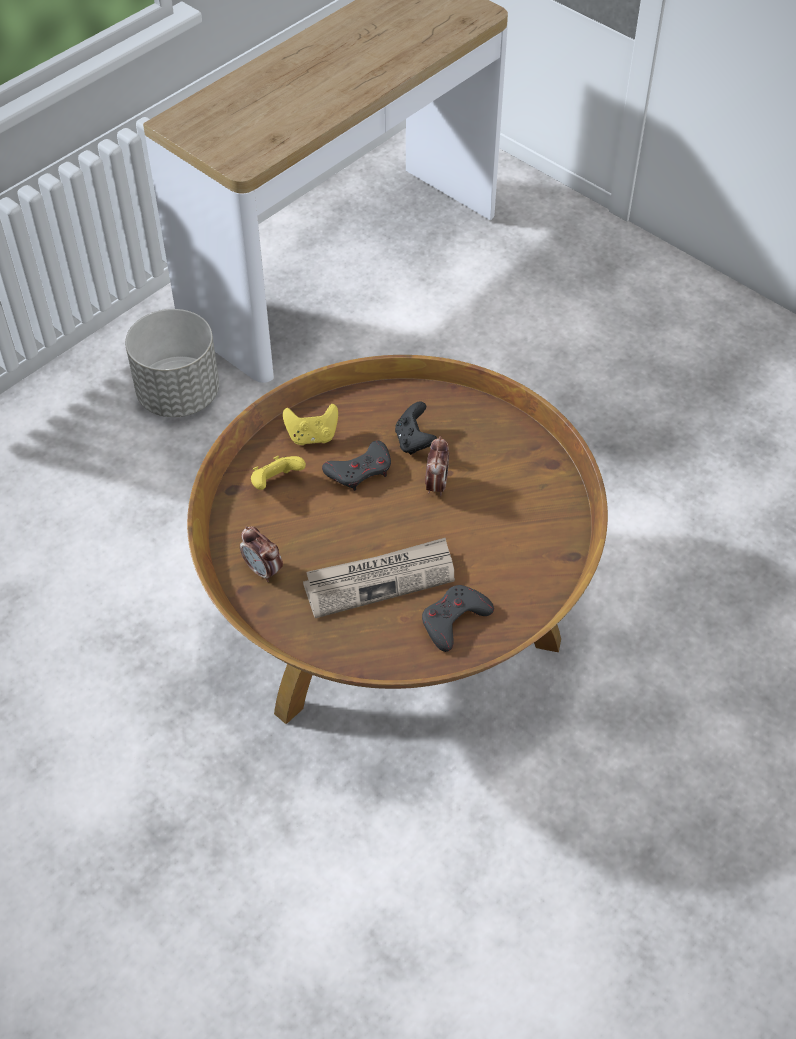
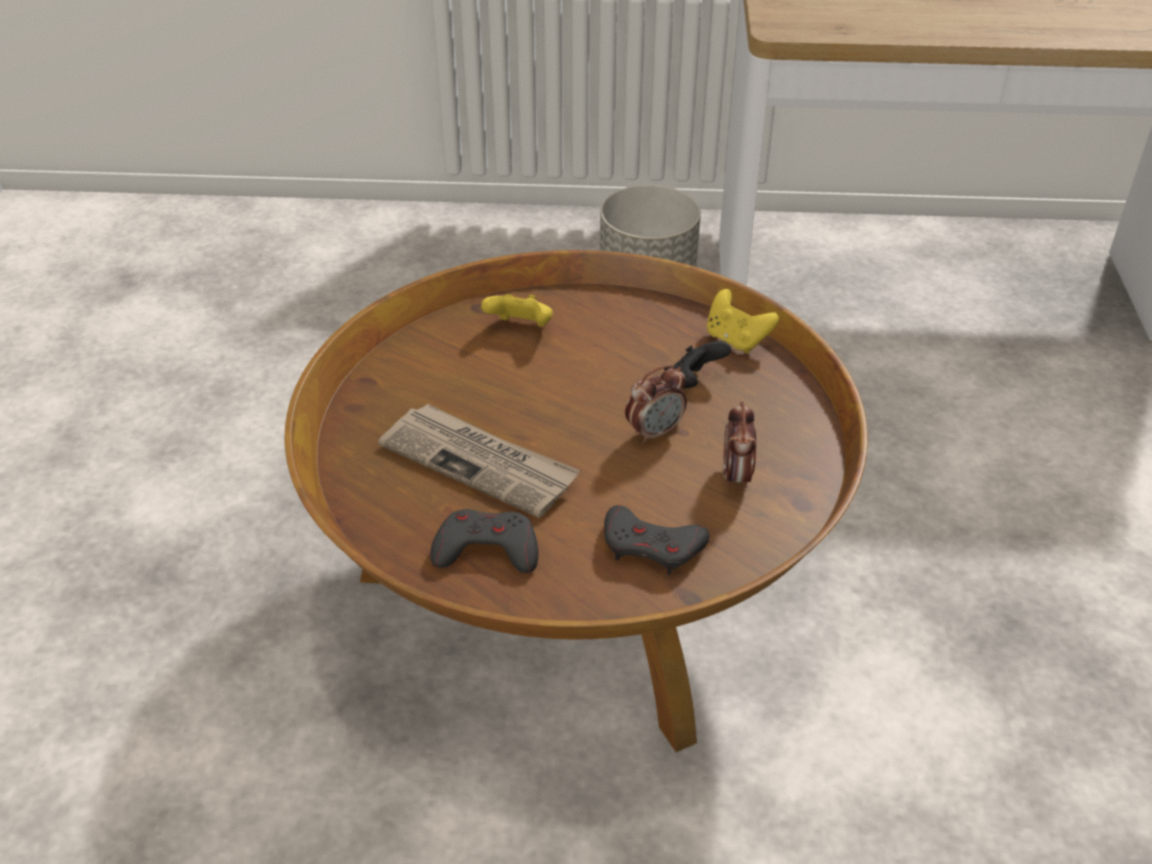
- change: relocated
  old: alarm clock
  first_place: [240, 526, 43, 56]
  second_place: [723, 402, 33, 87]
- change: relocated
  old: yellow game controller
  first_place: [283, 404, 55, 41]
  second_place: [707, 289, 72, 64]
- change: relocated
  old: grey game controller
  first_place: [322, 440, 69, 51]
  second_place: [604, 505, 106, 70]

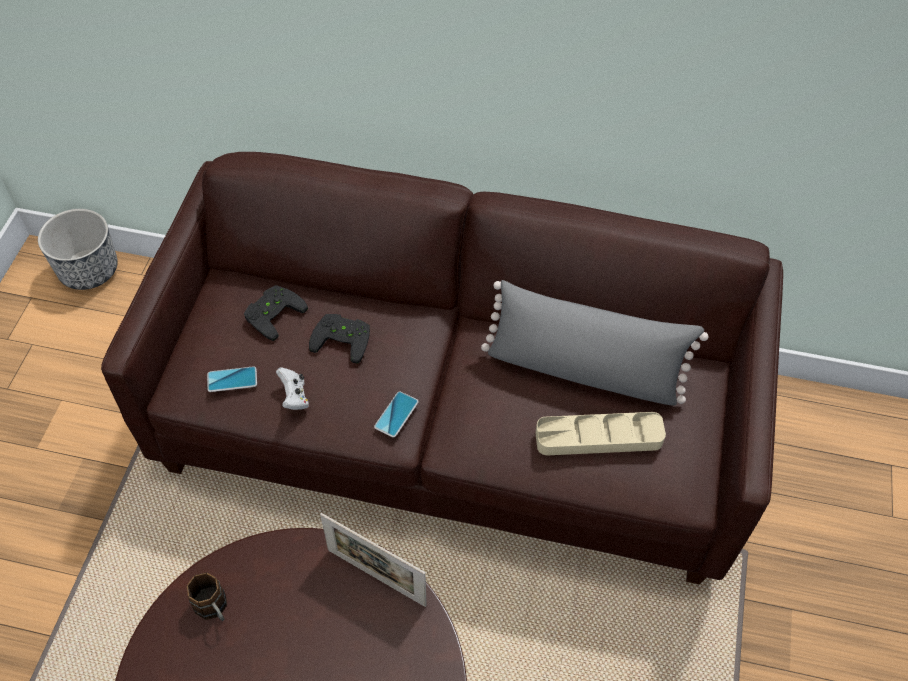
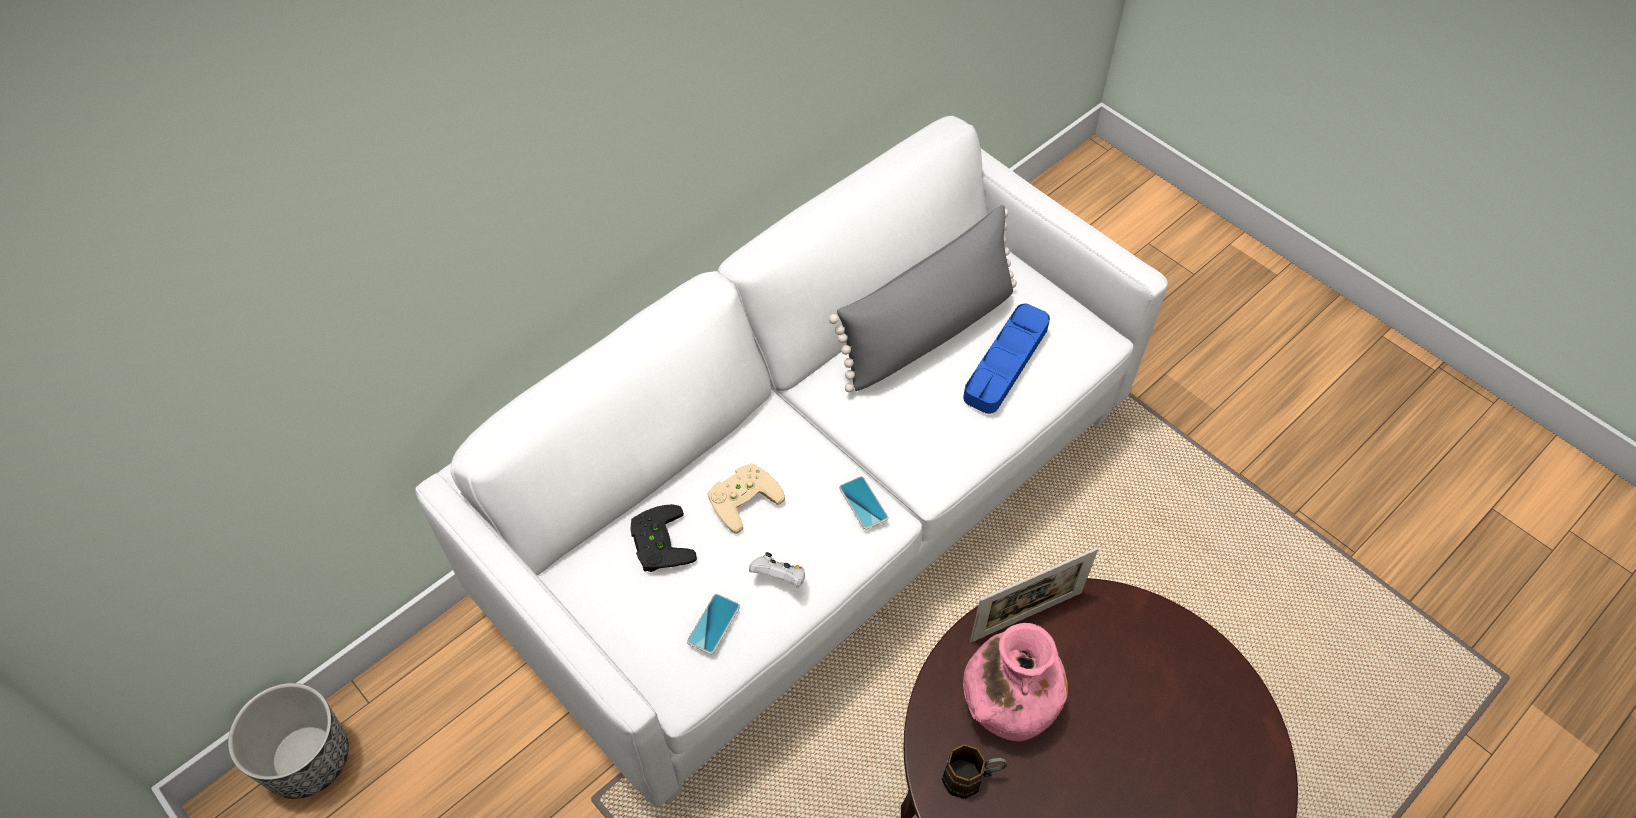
- change: colour
  old: brown sofa
  new: white sofa
  first_place: [101, 152, 682, 432]
  second_place: [415, 116, 753, 691]
- change: colour
  old: black game controller
  new: beige game controller
  first_place: [309, 314, 61, 50]
  second_place: [708, 463, 77, 71]
- change: colour
  old: beige tray
  new: blue tray
  first_place: [536, 412, 130, 43]
  second_place: [963, 304, 87, 110]
- change: appeared
  new: pink vase
  second_place: [963, 623, 105, 118]

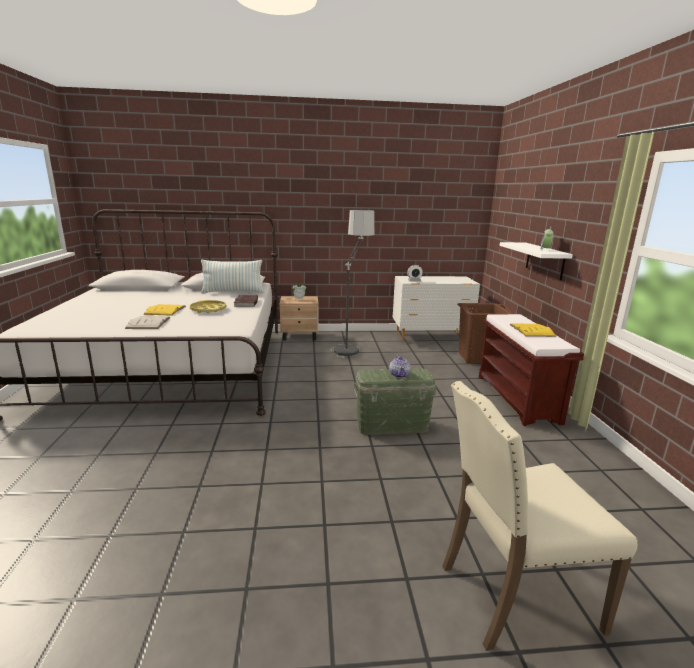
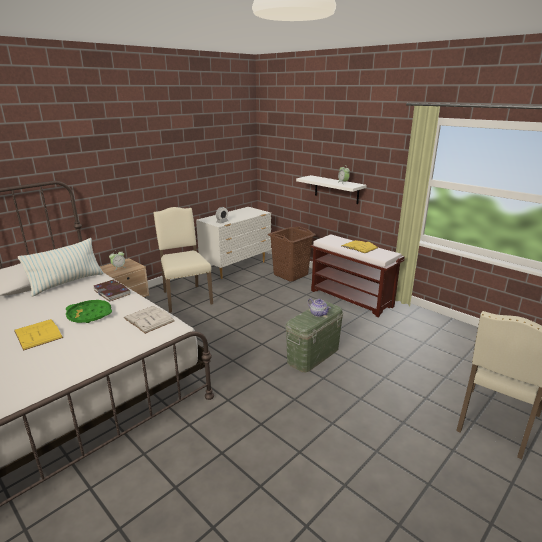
- change: relocated
  old: white book
  first_place: [125, 316, 46, 13]
  second_place: [124, 306, 51, 28]
- change: colour
  old: yellow tray
  new: green tray
  first_place: [190, 300, 37, 13]
  second_place: [66, 300, 46, 23]
- change: exchanged
  old: floor lamp
  new: beige chair
  first_place: [331, 210, 44, 148]
  second_place: [153, 207, 60, 106]

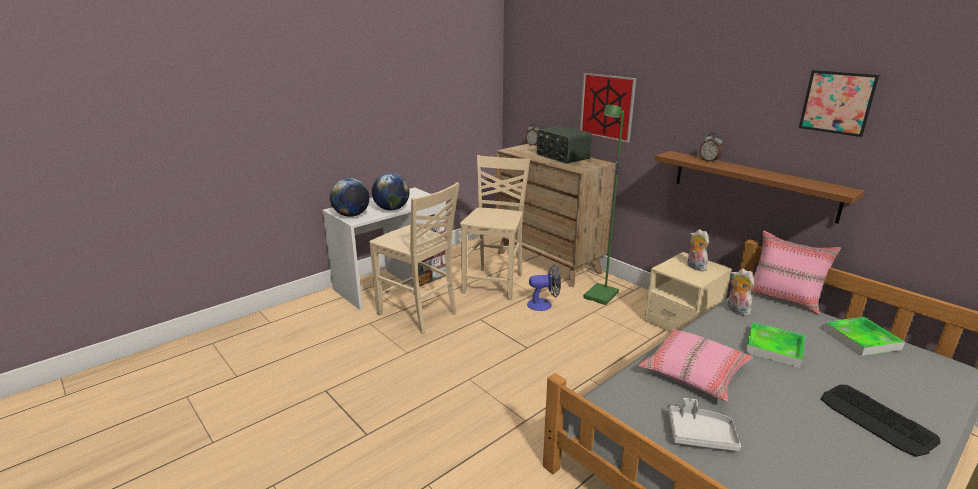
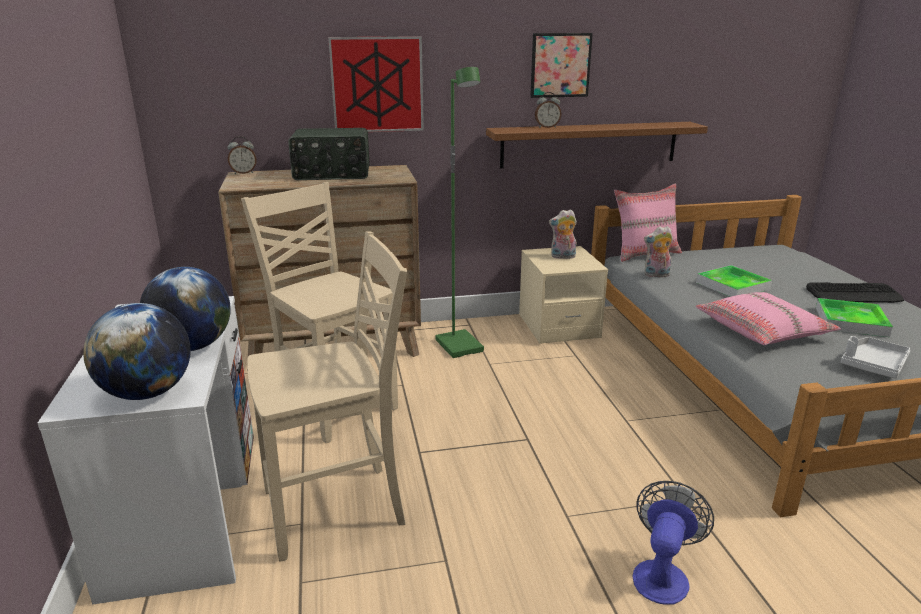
- change: relocated
  old: fan
  first_place: [527, 264, 34, 47]
  second_place: [633, 481, 81, 124]
- change: relocated
  old: picture
  first_place: [799, 70, 80, 67]
  second_place: [530, 33, 63, 65]
- change: relocated
  old: tray
  first_place: [823, 317, 82, 39]
  second_place: [816, 298, 77, 39]

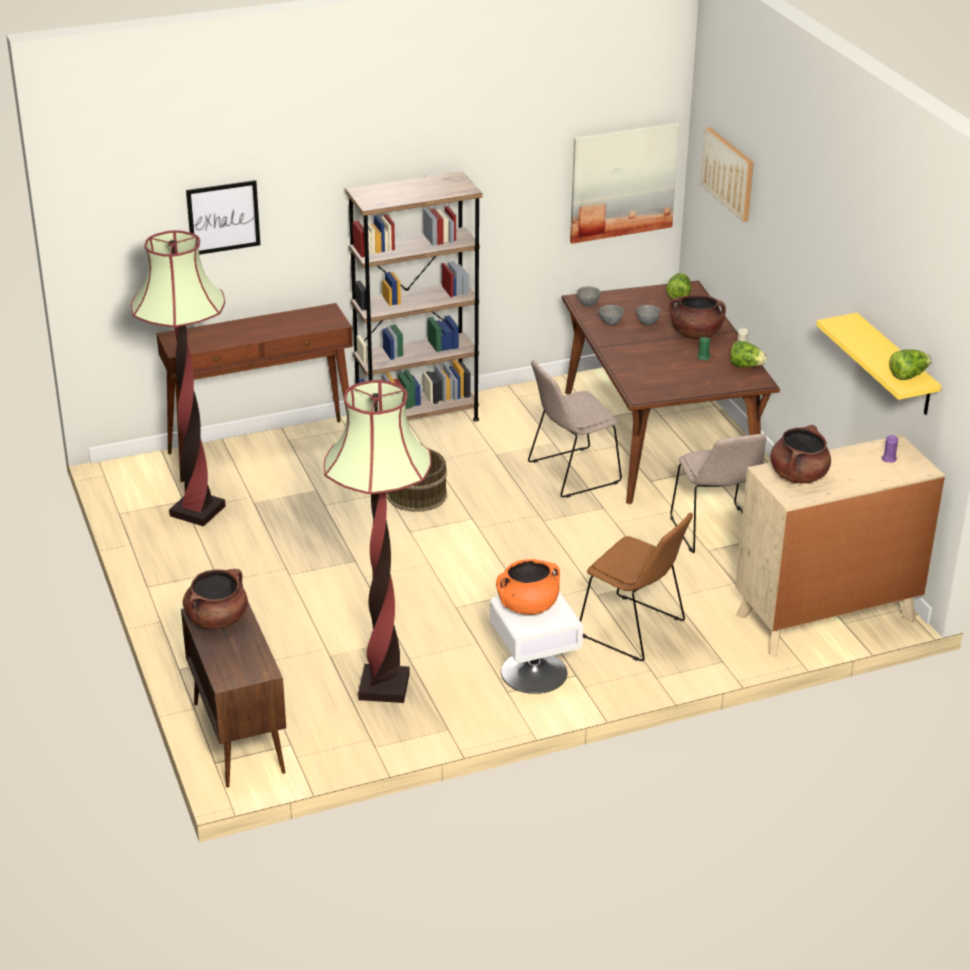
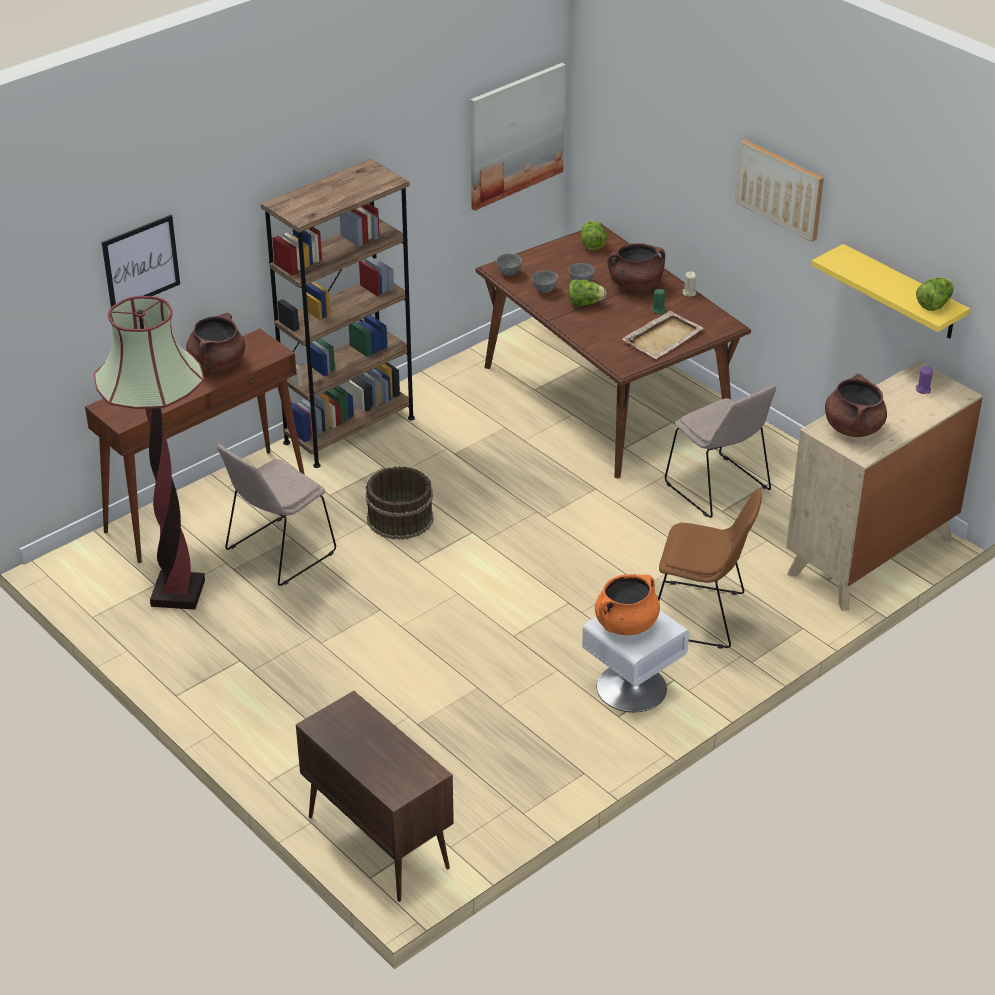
- change: relocated
  old: brown cooking pot
  first_place: [183, 569, 65, 61]
  second_place: [186, 313, 59, 58]
- change: missing
  old: floor lamp
  first_place: [324, 380, 107, 323]
- change: relocated
  old: beige chair
  first_place: [528, 360, 94, 138]
  second_place: [217, 444, 119, 142]
- change: relocated
  old: picture
  first_place: [701, 127, 53, 95]
  second_place: [735, 139, 89, 103]
- change: relocated
  old: lettuce
  first_place: [730, 341, 37, 26]
  second_place: [568, 279, 38, 27]
- change: appeared
  new: beige tray
  second_place: [622, 311, 82, 48]

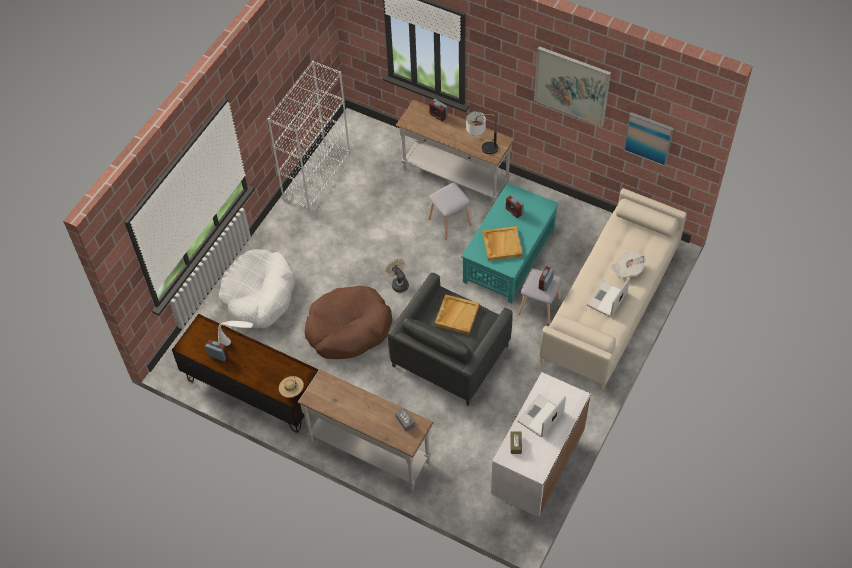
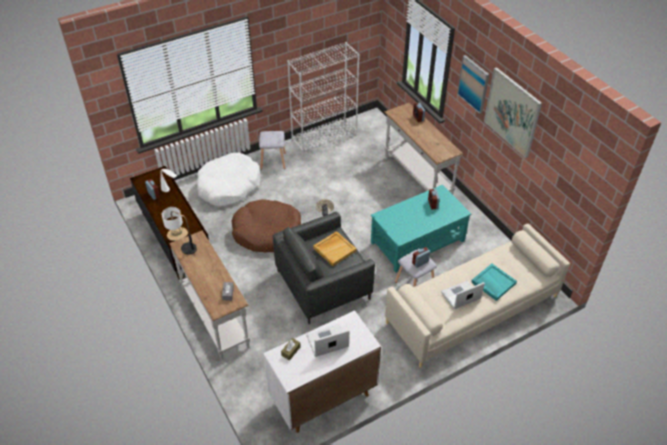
- change: relocated
  old: grey stool
  first_place: [428, 183, 44, 56]
  second_place: [259, 131, 27, 39]
- change: relocated
  old: table lamp
  first_place: [466, 111, 32, 43]
  second_place: [162, 207, 35, 48]
- change: missing
  old: beige tray
  first_place: [483, 226, 40, 35]
- change: exchanged
  old: newspaper
  new: turquoise tray
  first_place: [611, 251, 35, 28]
  second_place: [471, 264, 46, 37]
- change: relocated
  old: picture
  first_place: [623, 112, 51, 54]
  second_place: [457, 55, 32, 59]

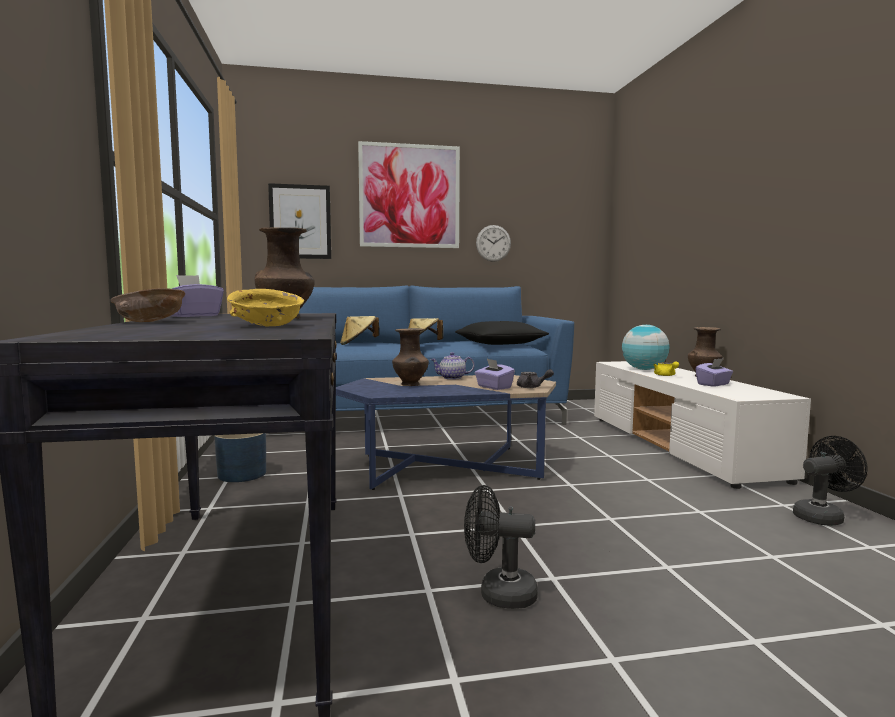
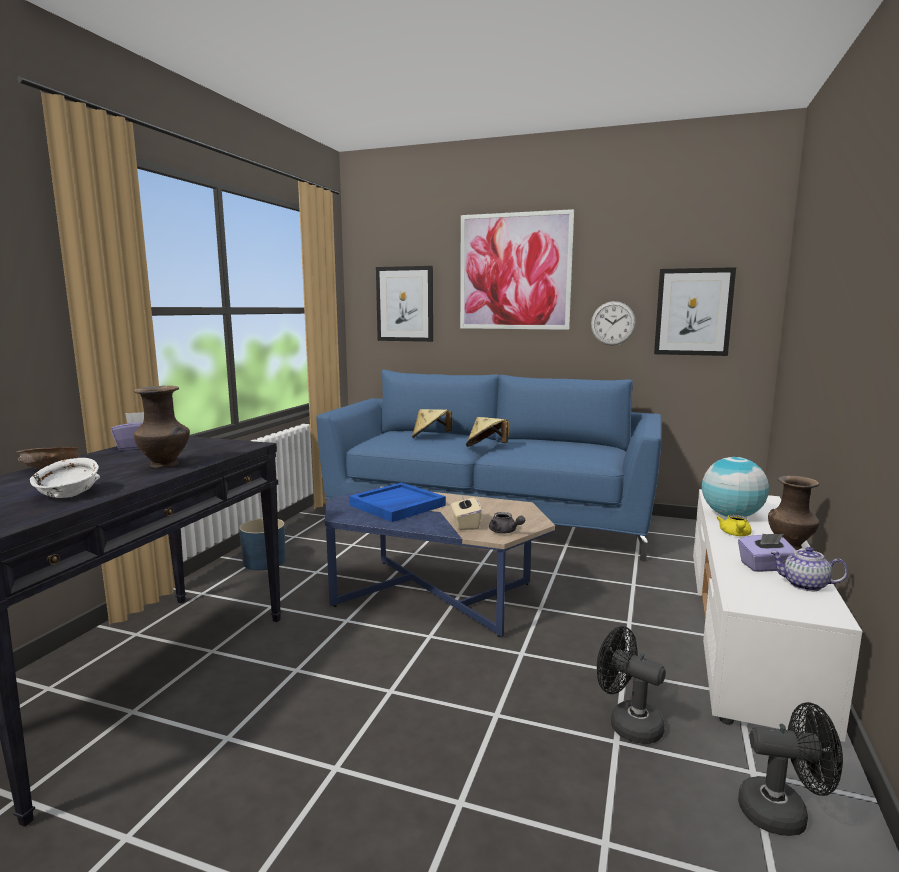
- change: colour
  old: yellow bowl
  new: white bowl
  first_place: [227, 289, 77, 38]
  second_place: [30, 458, 70, 40]
- change: exchanged
  old: brown vase
  new: blue tray
  first_place: [392, 328, 37, 58]
  second_place: [349, 483, 97, 39]
- change: relocated
  old: teapot
  first_place: [430, 352, 45, 28]
  second_place: [770, 547, 78, 44]
- change: missing
  old: black pillow
  first_place: [455, 321, 94, 24]
- change: relocated
  old: black fan
  first_place: [464, 485, 74, 124]
  second_place: [597, 626, 69, 118]
- change: colour
  old: purple tissue box
  new: beige tissue box
  first_place: [475, 359, 40, 31]
  second_place: [451, 492, 31, 38]
- change: appeared
  new: picture
  second_place: [654, 267, 82, 89]

